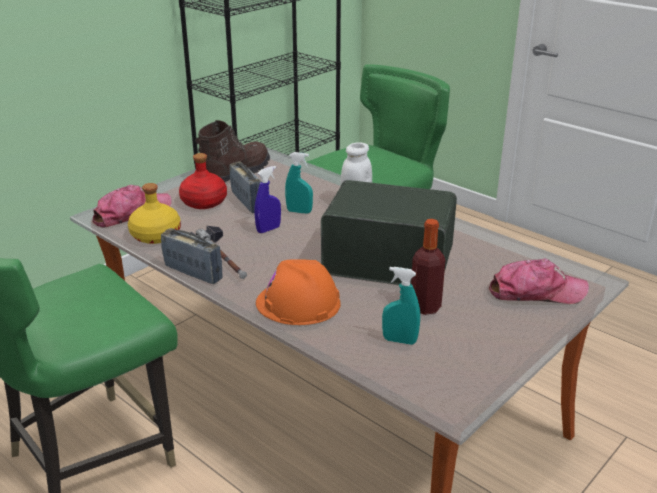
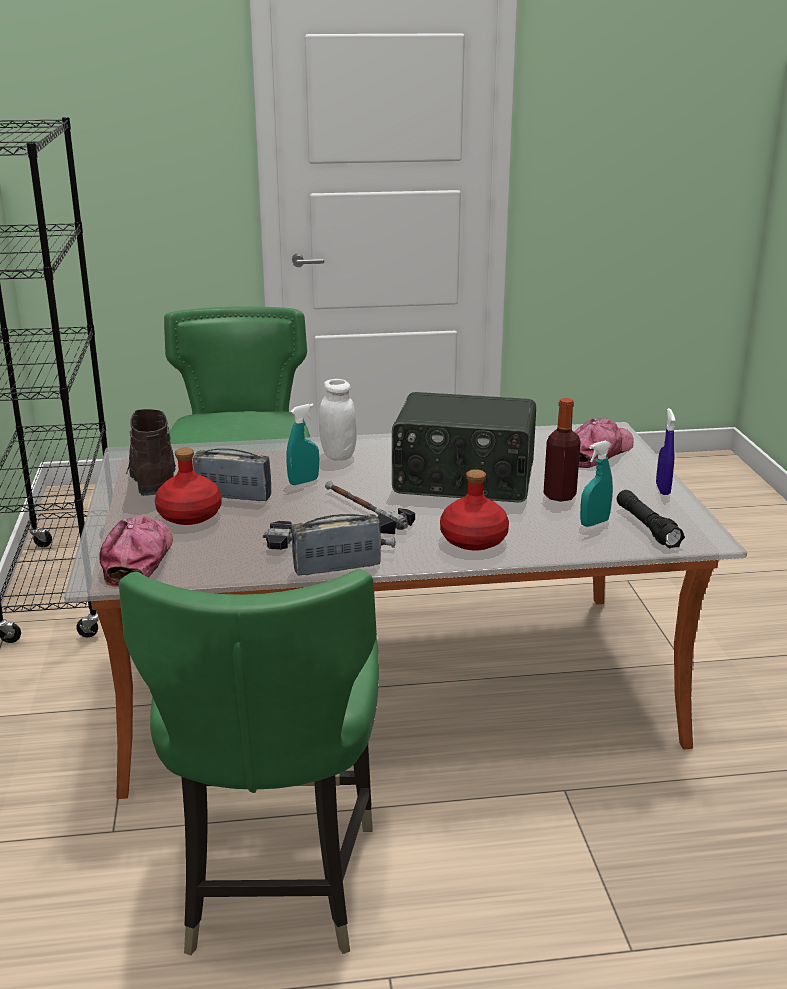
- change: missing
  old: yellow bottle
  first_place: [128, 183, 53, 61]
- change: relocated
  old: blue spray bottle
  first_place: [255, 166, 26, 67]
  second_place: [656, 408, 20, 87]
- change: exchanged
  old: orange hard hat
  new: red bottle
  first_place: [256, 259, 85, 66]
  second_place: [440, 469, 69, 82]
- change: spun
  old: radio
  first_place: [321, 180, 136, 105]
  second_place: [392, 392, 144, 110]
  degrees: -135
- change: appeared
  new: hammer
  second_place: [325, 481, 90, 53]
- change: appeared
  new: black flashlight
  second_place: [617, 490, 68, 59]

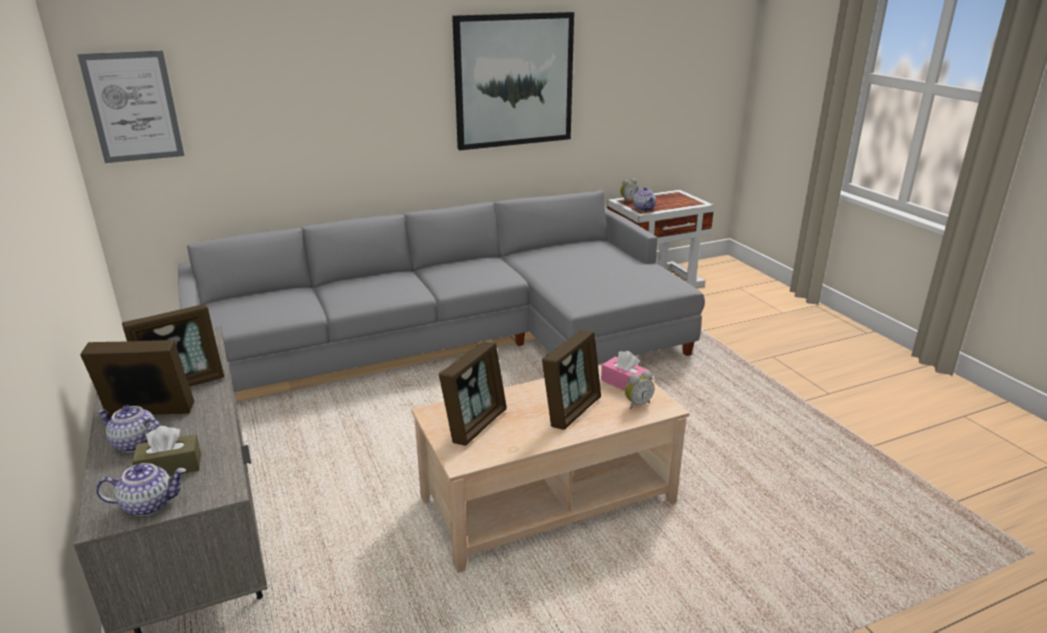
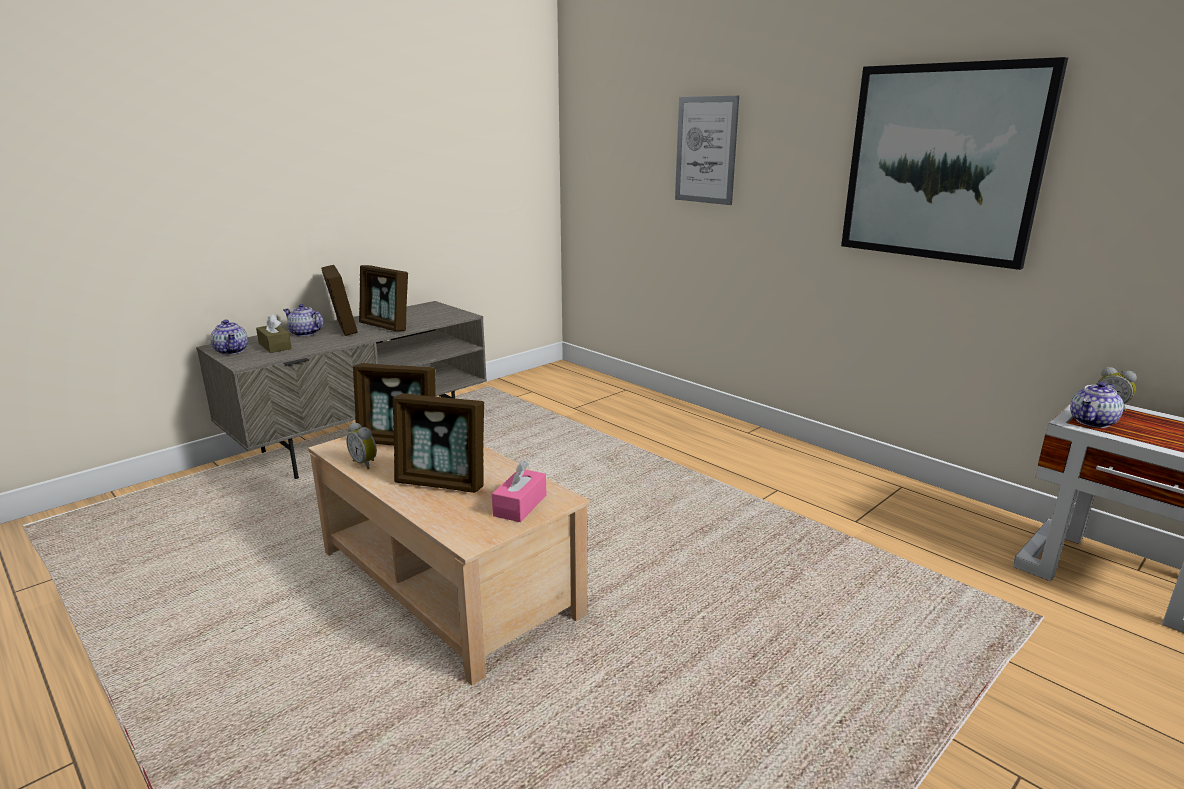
- change: relocated
  old: picture
  first_place: [77, 50, 107, 113]
  second_place: [675, 96, 64, 109]
- change: spun
  old: teapot
  first_place: [97, 405, 64, 48]
  second_place: [283, 304, 40, 33]
  degrees: -60
- change: missing
  old: grey sofa
  first_place: [178, 191, 527, 201]
- change: relocated
  old: alarm clock
  first_place: [625, 371, 30, 38]
  second_place: [346, 423, 31, 46]

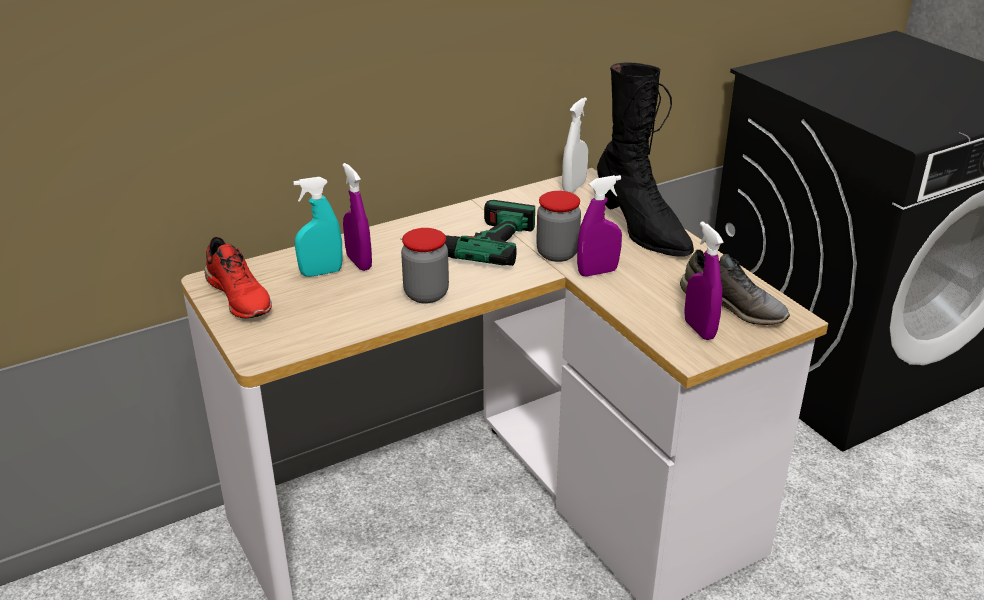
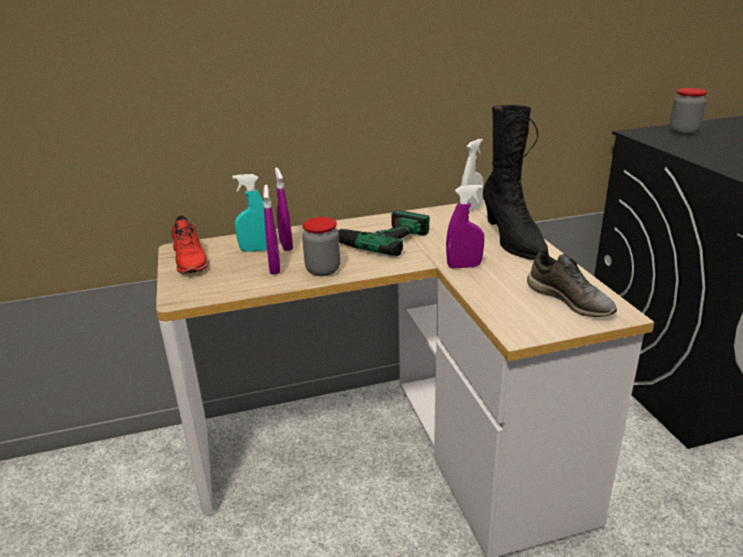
- change: relocated
  old: jar
  first_place: [536, 191, 45, 71]
  second_place: [669, 88, 38, 47]
- change: relocated
  old: purple spray bottle
  first_place: [684, 222, 40, 118]
  second_place: [263, 185, 17, 89]

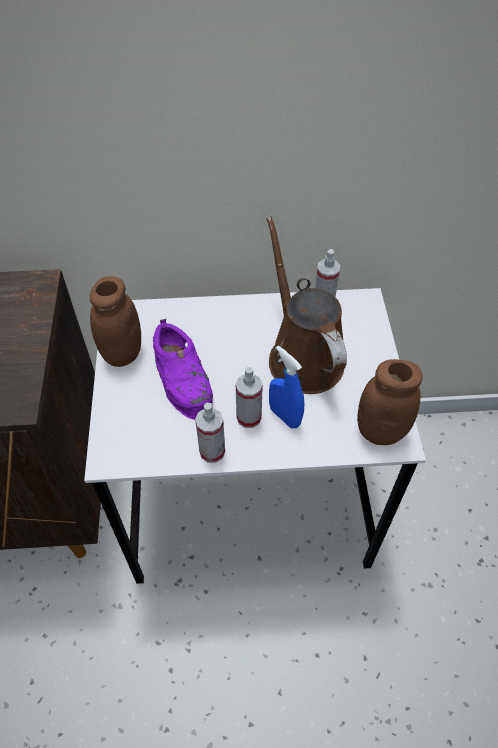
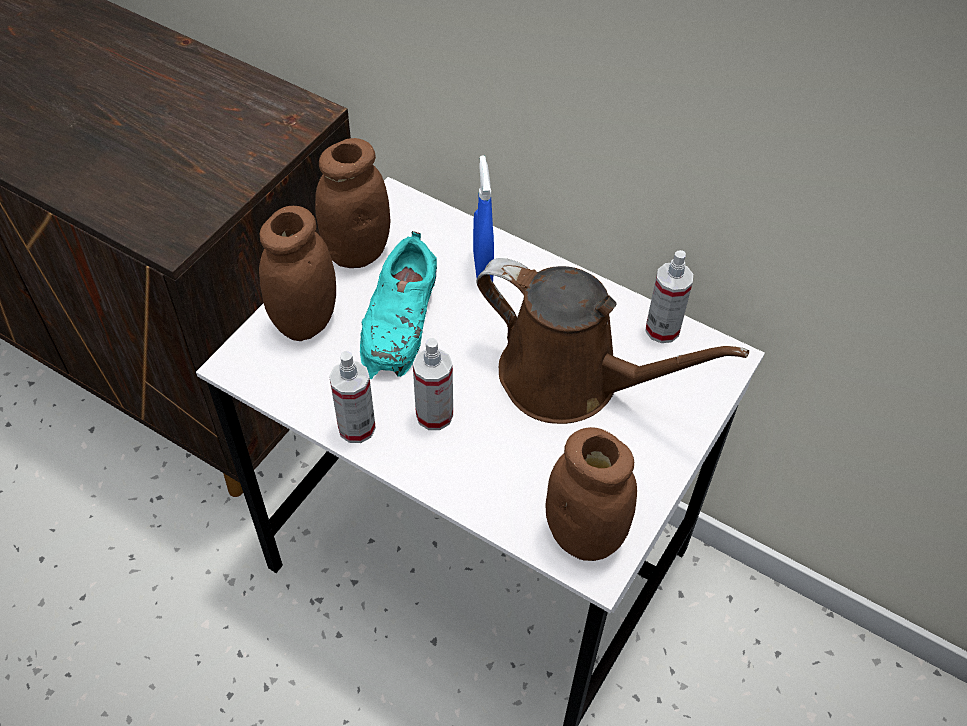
- change: colour
  old: purple shoe
  new: turquoise shoe
  first_place: [153, 319, 60, 101]
  second_place: [360, 231, 77, 148]
- change: spun
  old: brown watering can
  first_place: [267, 217, 80, 177]
  second_place: [476, 258, 273, 166]
  degrees: 105
- change: relocated
  old: blue spray bottle
  first_place: [269, 346, 35, 82]
  second_place: [473, 155, 21, 126]
- change: appeared
  new: brown jar
  second_place: [259, 206, 77, 135]

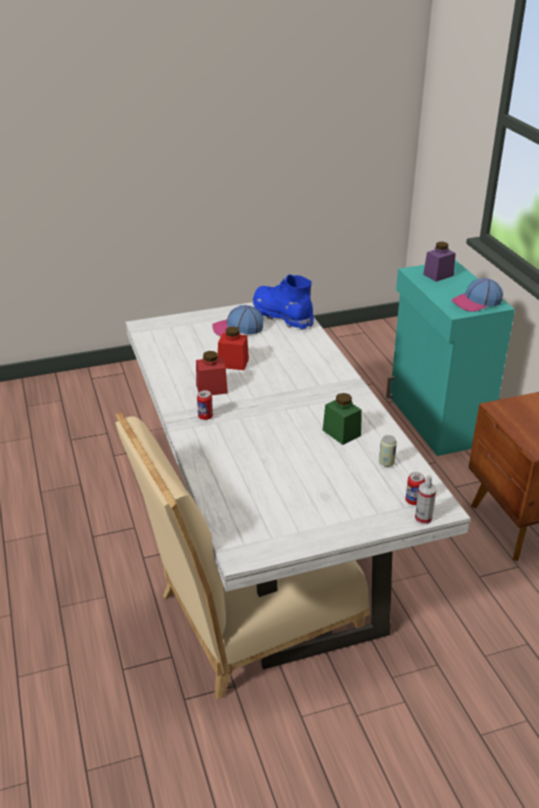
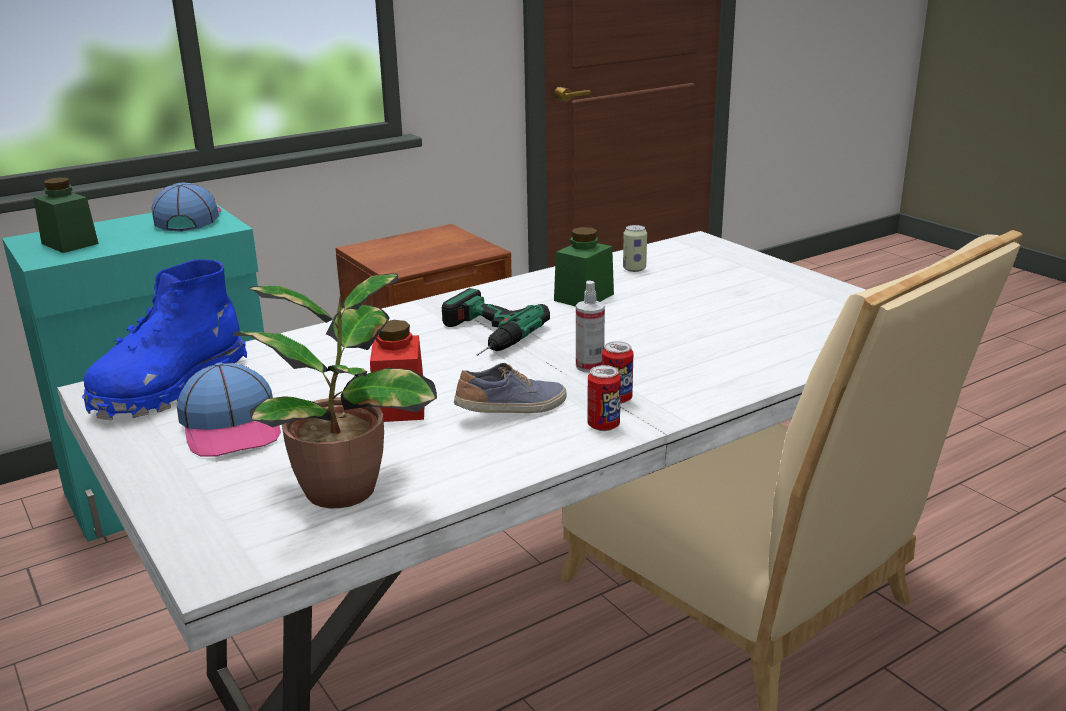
- change: exchanged
  old: red jar
  new: shoe
  first_place: [196, 351, 32, 44]
  second_place: [454, 363, 113, 50]
- change: relocated
  old: can
  first_place: [406, 472, 19, 33]
  second_place: [587, 365, 34, 66]
- change: relocated
  old: spray bottle
  first_place: [415, 475, 22, 49]
  second_place: [576, 280, 29, 92]
- change: colour
  old: purple jar
  new: green jar
  first_place: [423, 242, 33, 40]
  second_place: [34, 177, 65, 76]
- change: spun
  old: cap
  first_place: [452, 278, 51, 34]
  second_place: [152, 182, 69, 50]
  degrees: -150
- change: appeared
  new: potted plant
  second_place: [233, 273, 204, 235]
- change: appeared
  new: power drill
  second_place: [442, 288, 108, 68]

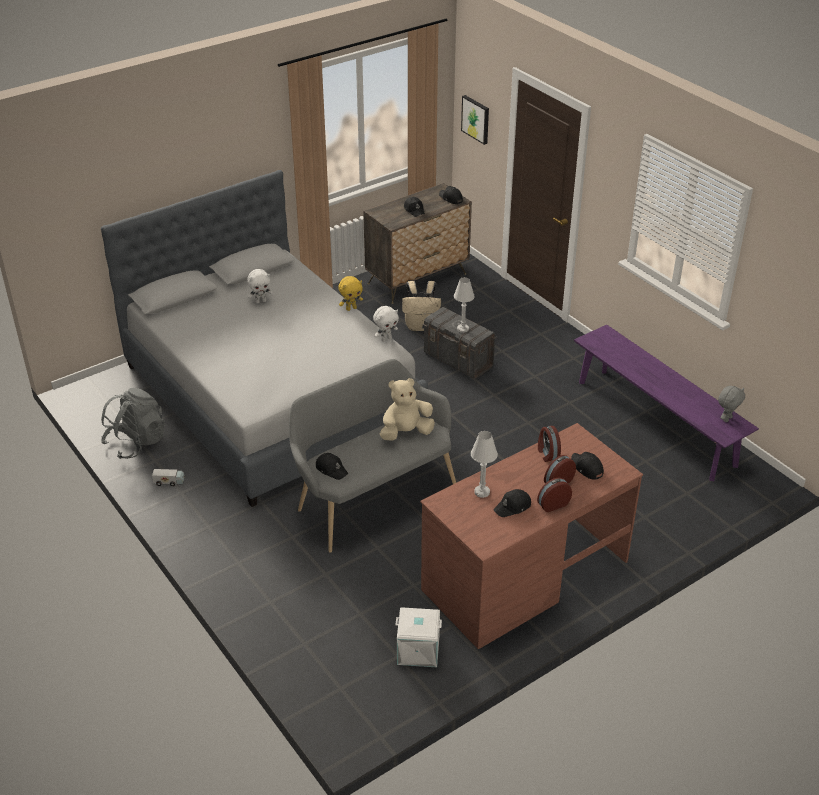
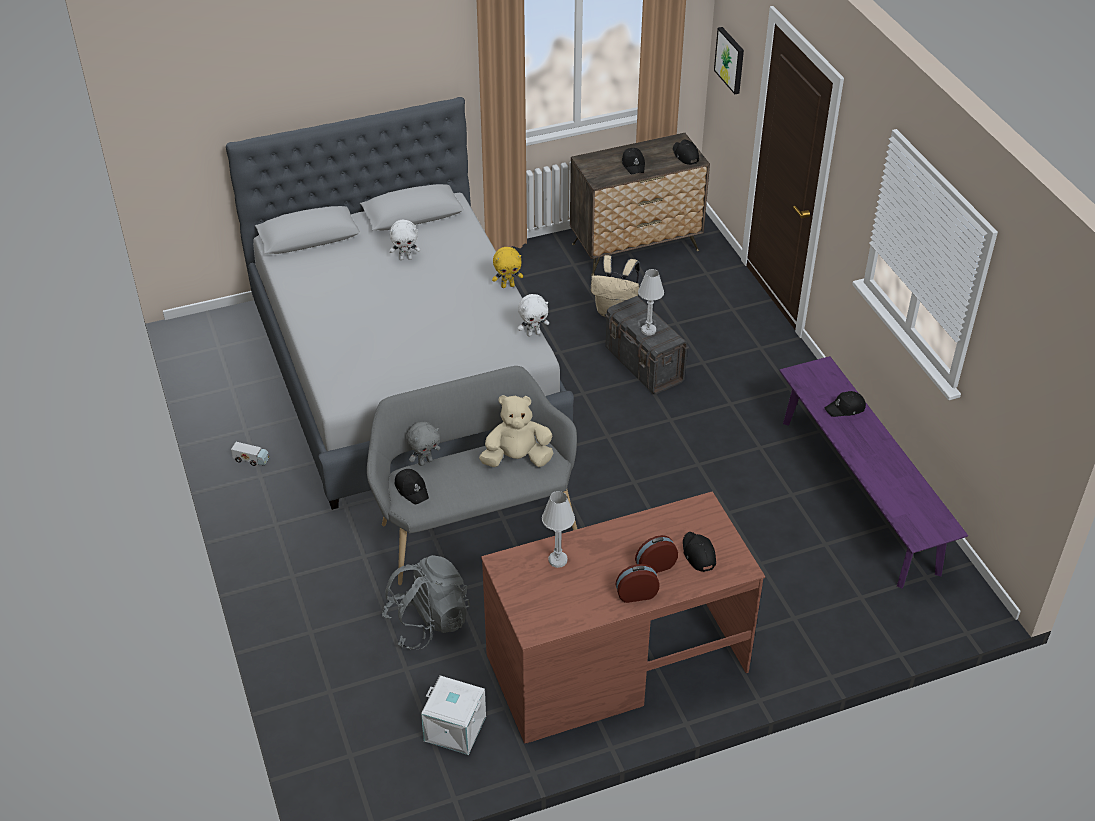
- change: relocated
  old: grey backpack
  first_place: [101, 388, 64, 71]
  second_place: [382, 555, 88, 94]
- change: relocated
  old: black cap
  first_place: [493, 489, 38, 28]
  second_place: [825, 391, 41, 26]
- change: missing
  old: alarm clock
  first_place: [538, 426, 23, 36]
- change: relocated
  old: grey plush toy
  first_place: [718, 386, 27, 36]
  second_place: [406, 422, 34, 44]

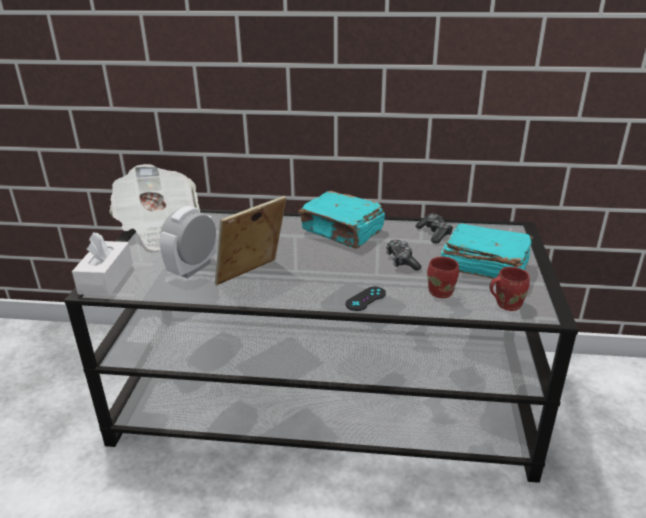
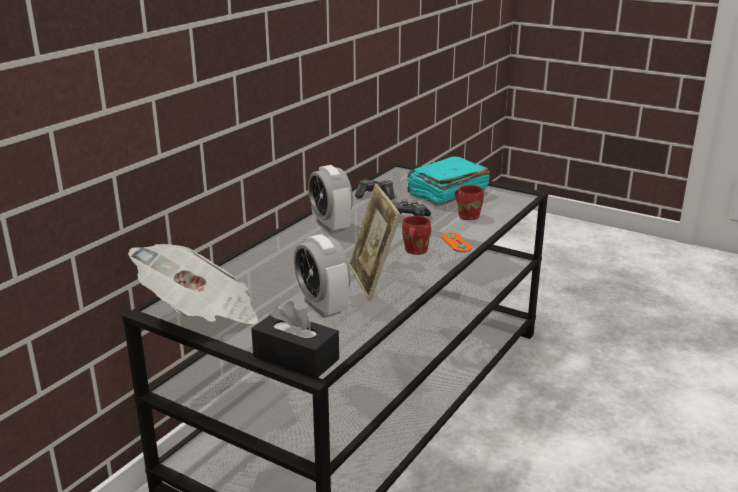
- change: colour
  old: white tissue box
  new: black tissue box
  first_place: [72, 232, 61, 64]
  second_place: [251, 301, 88, 78]
- change: exchanged
  old: turquoise book
  new: alarm clock
  first_place: [298, 191, 87, 58]
  second_place: [308, 165, 45, 69]
- change: colour
  old: black game controller
  new: orange game controller
  first_place: [345, 287, 41, 24]
  second_place: [442, 232, 30, 20]
- change: relocated
  old: red mug
  first_place: [489, 267, 41, 44]
  second_place: [402, 216, 29, 39]

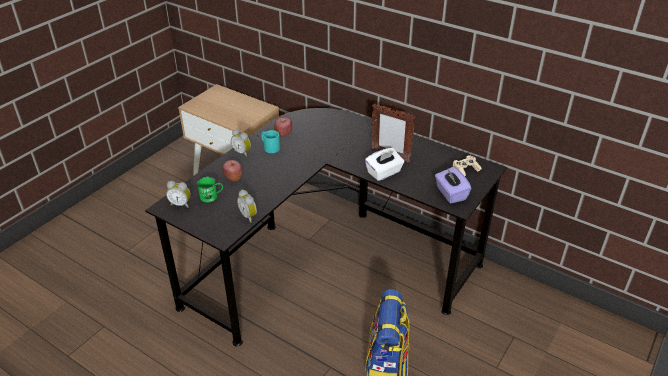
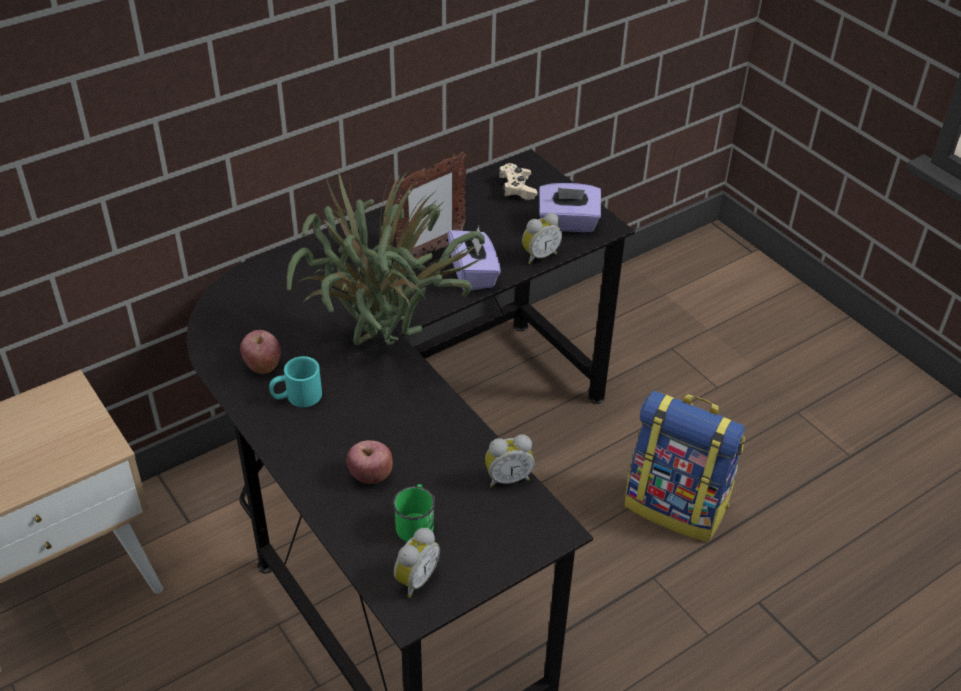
- change: relocated
  old: alarm clock
  first_place: [231, 129, 20, 28]
  second_place: [522, 213, 40, 51]
- change: colour
  old: white tissue box
  new: purple tissue box
  first_place: [365, 148, 39, 33]
  second_place: [448, 226, 53, 65]
- change: appeared
  new: potted plant
  second_place: [287, 170, 198, 175]

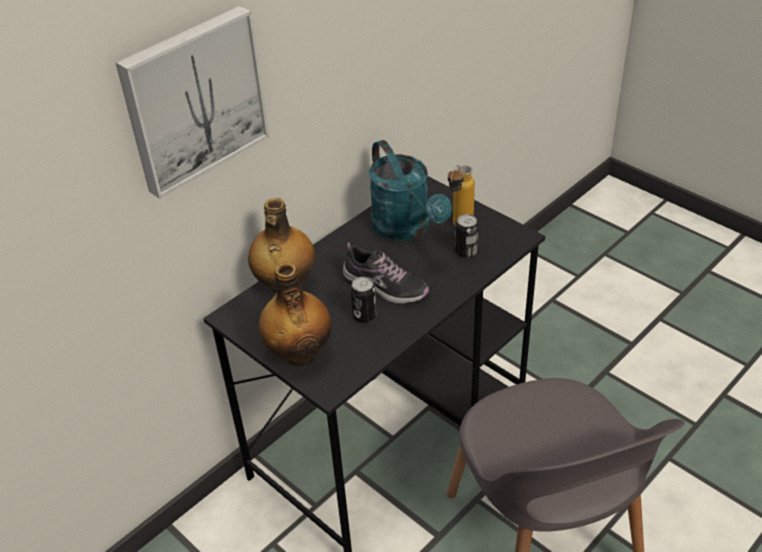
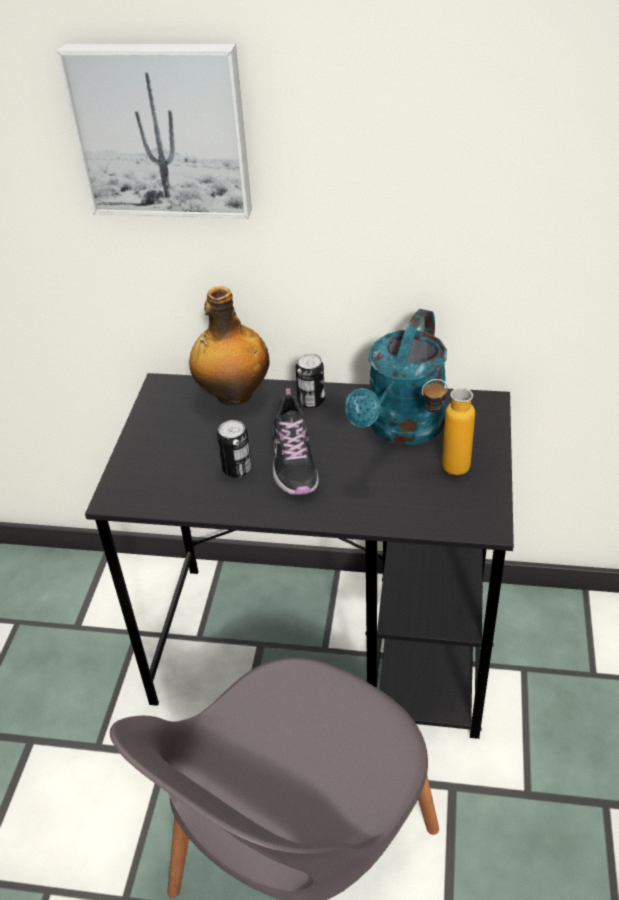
- change: missing
  old: bottle
  first_place: [259, 262, 73, 104]
- change: relocated
  old: can
  first_place: [455, 214, 24, 44]
  second_place: [295, 354, 30, 54]

